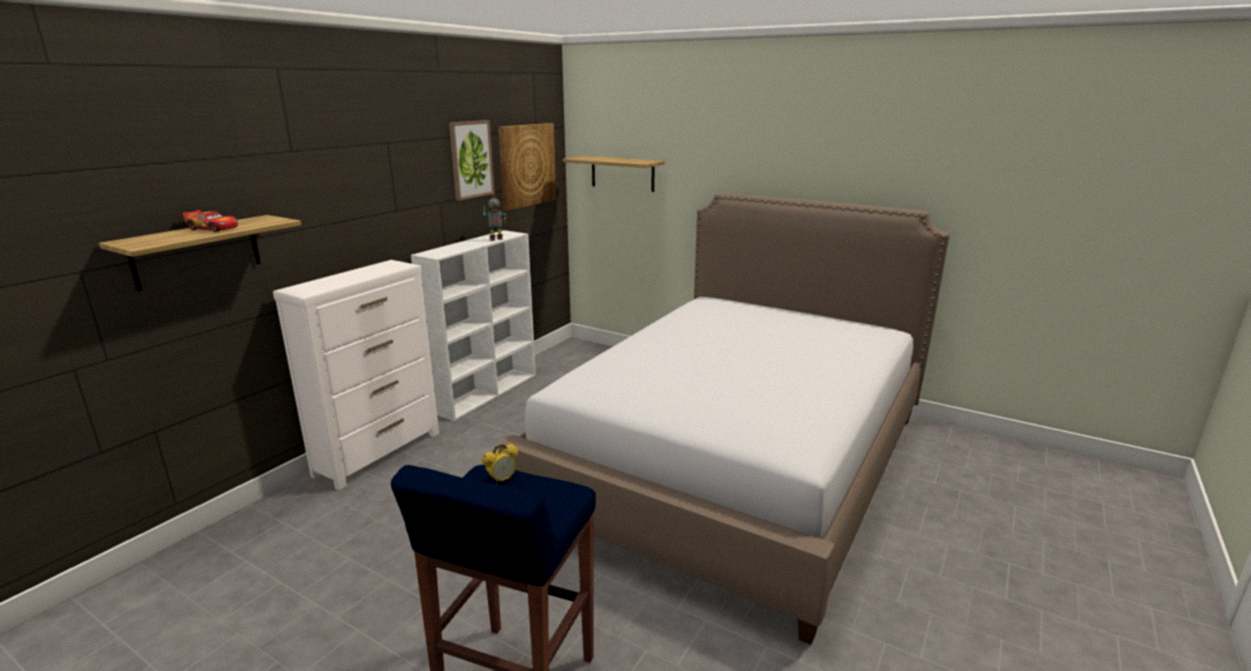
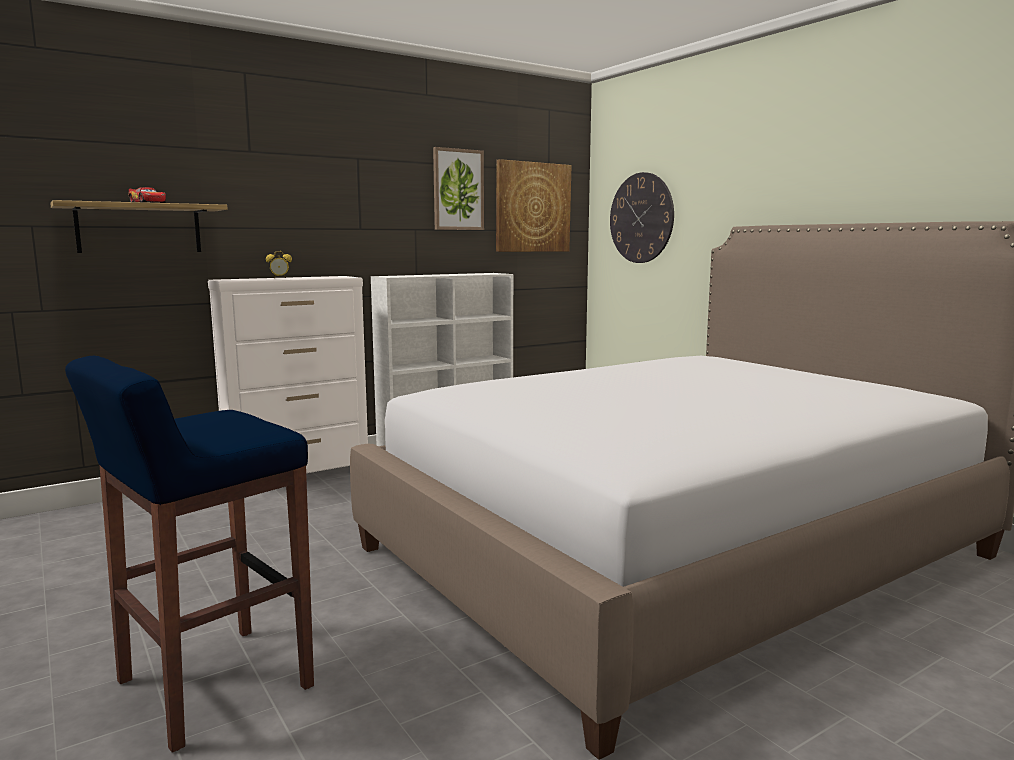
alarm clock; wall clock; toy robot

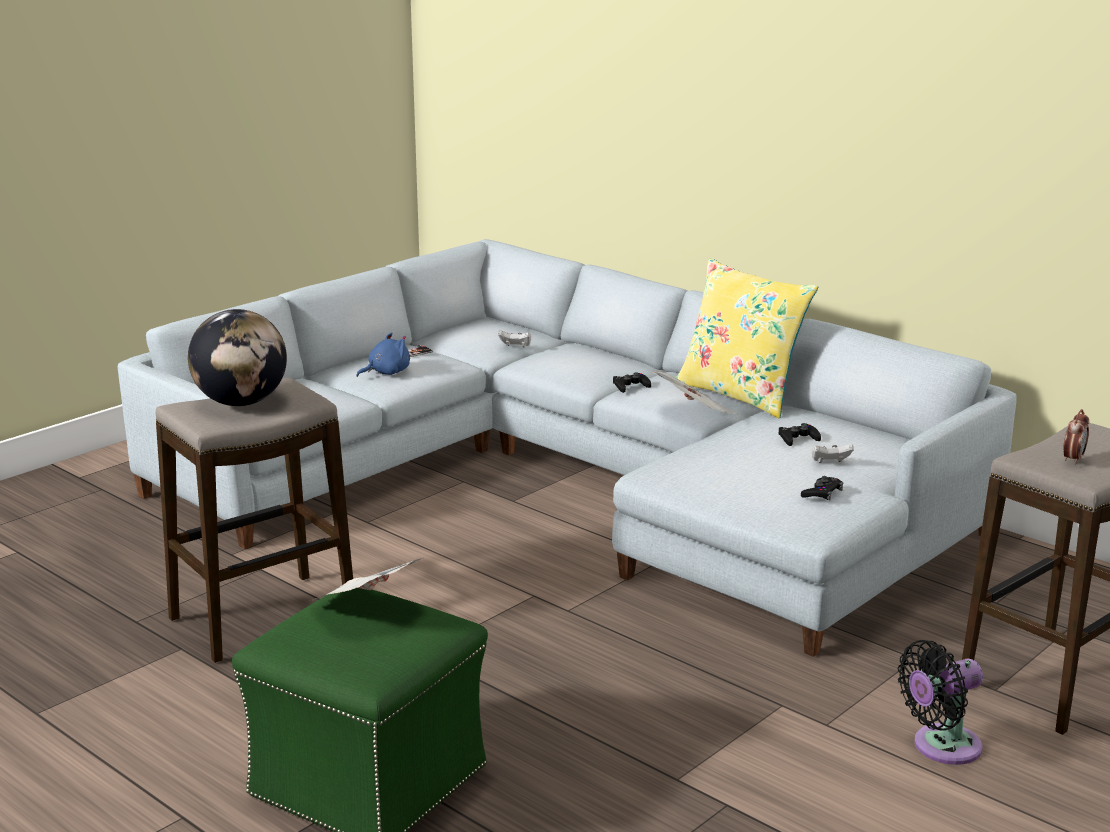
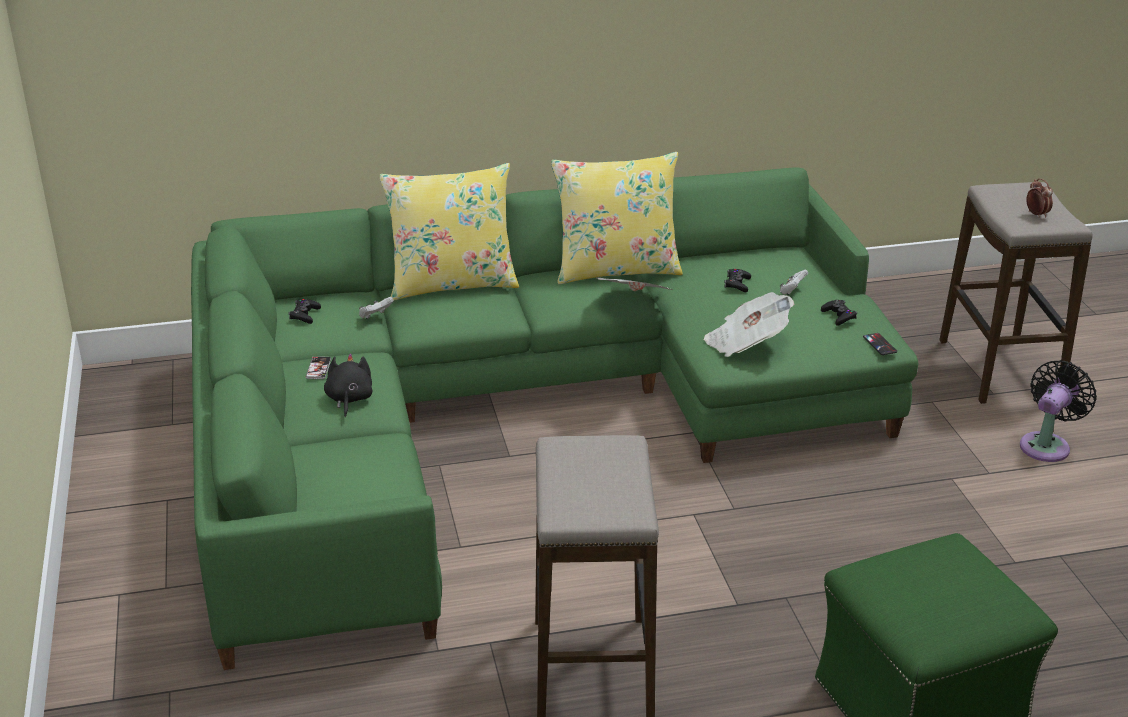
green sofa; black game controller (1st from left); black plush toy; yellow pillow (1st from left); newspaper (2nd from left); phone (2nd from left); black fan; globe

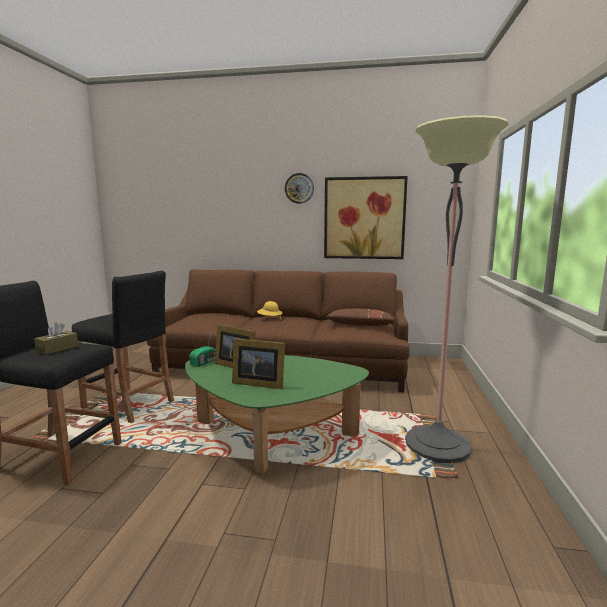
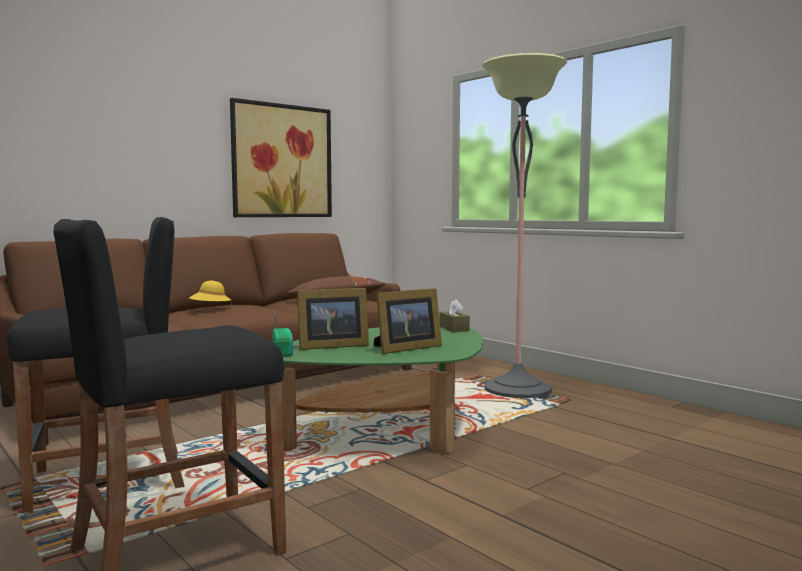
brown tissue box; wall clock

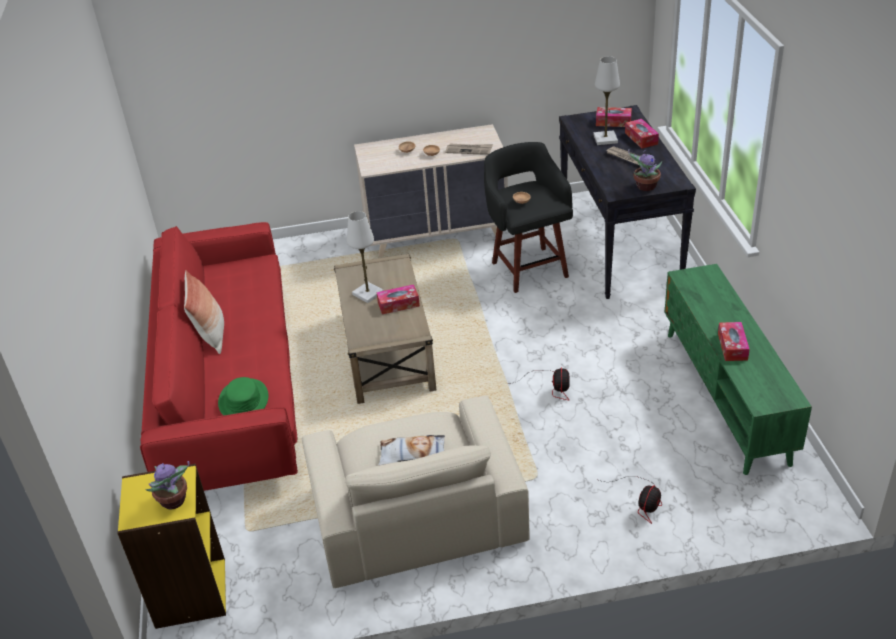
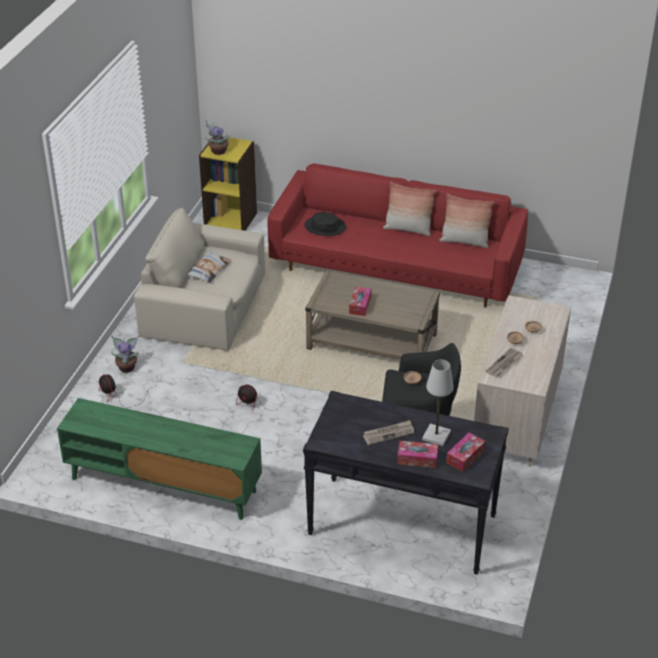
potted plant (1st from left); black hat; pillow (3rd from left); white table lamp (1st from left in the first image); tissue box (4th from left in the first image)

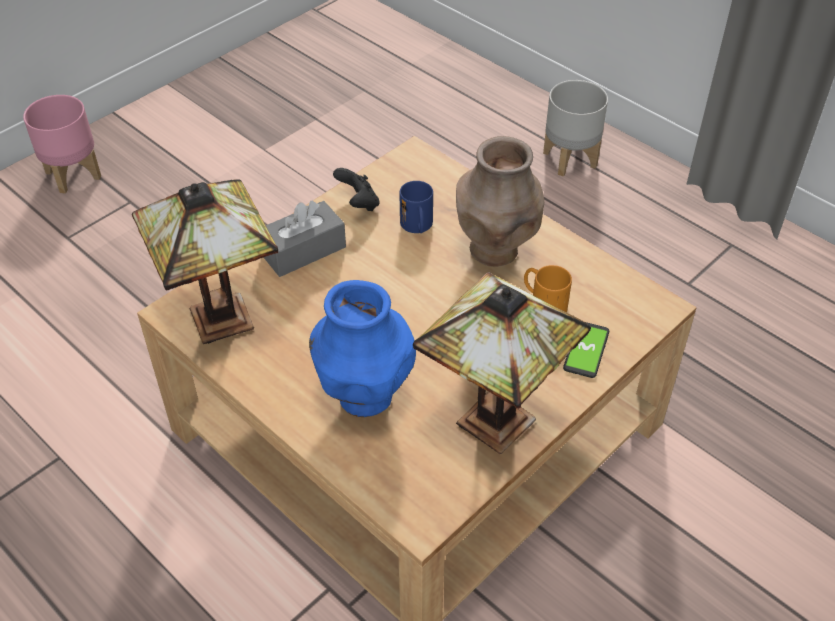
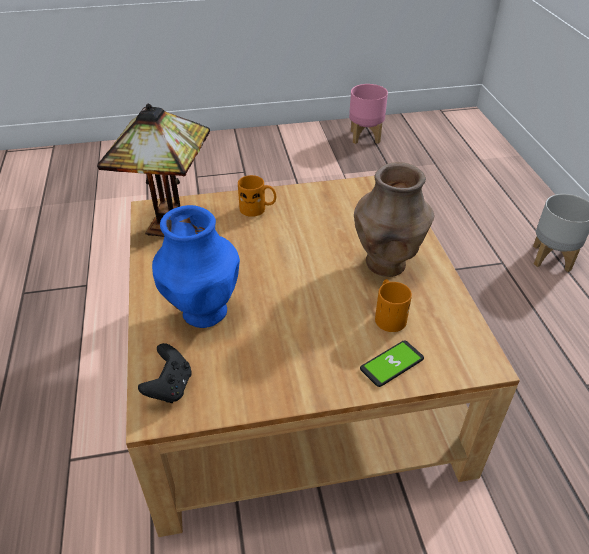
black game controller; orange mug (1st from left); pink planter; blue mug; table lamp (2nd from left in the first image)

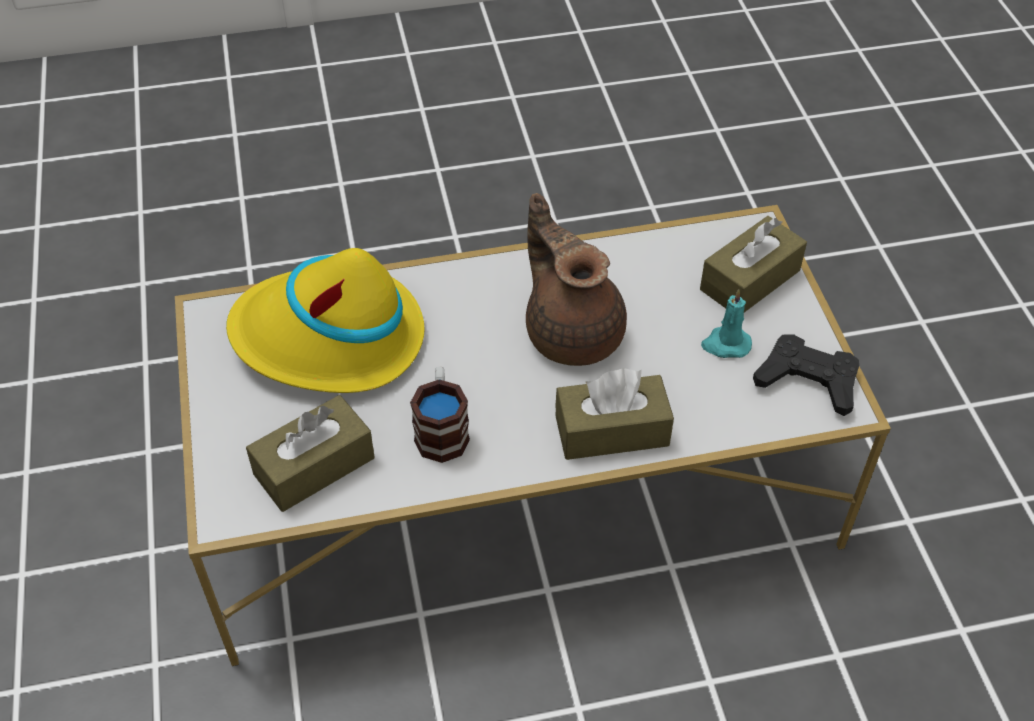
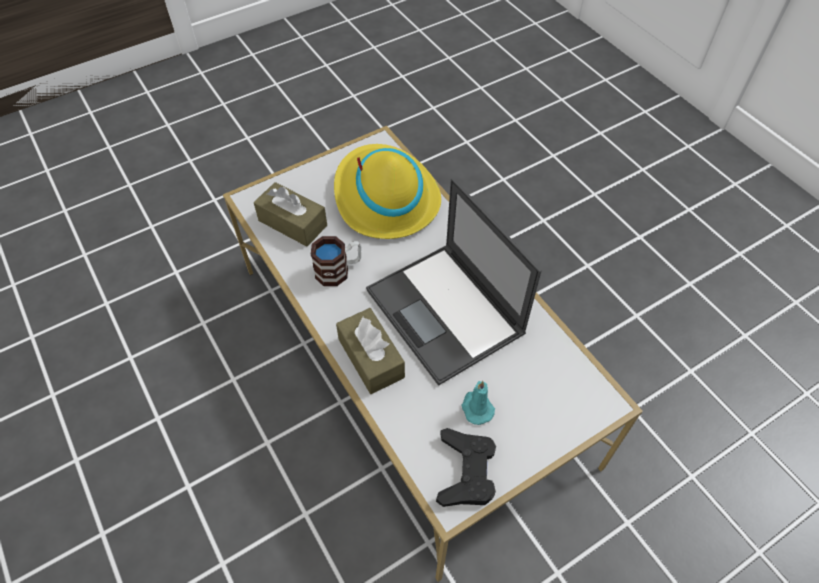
laptop; brown tissue box (3rd from left in the first image)

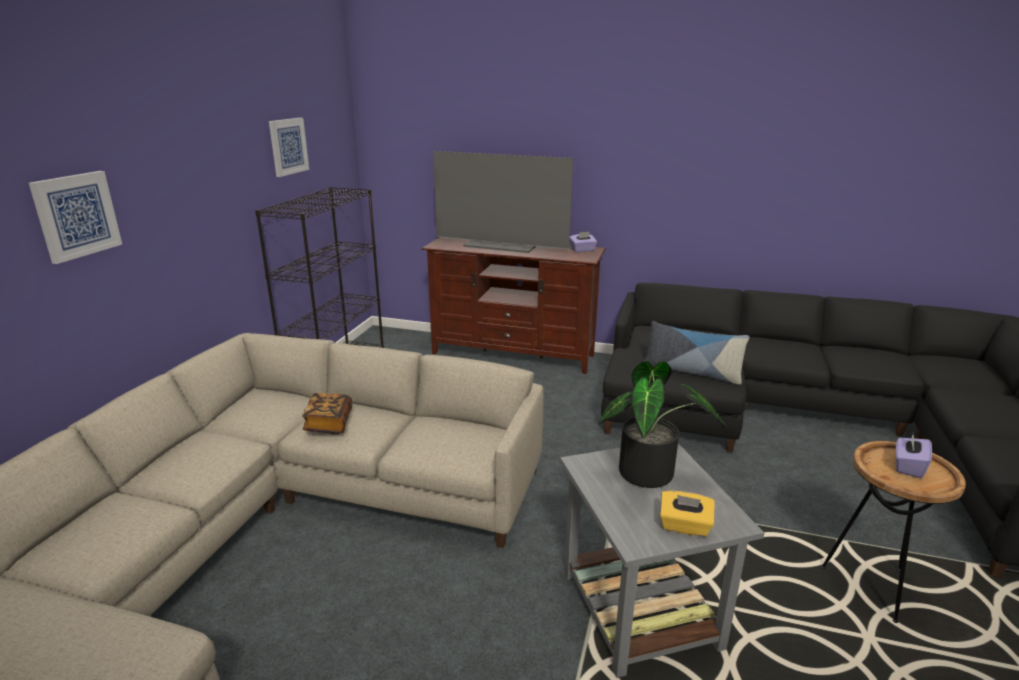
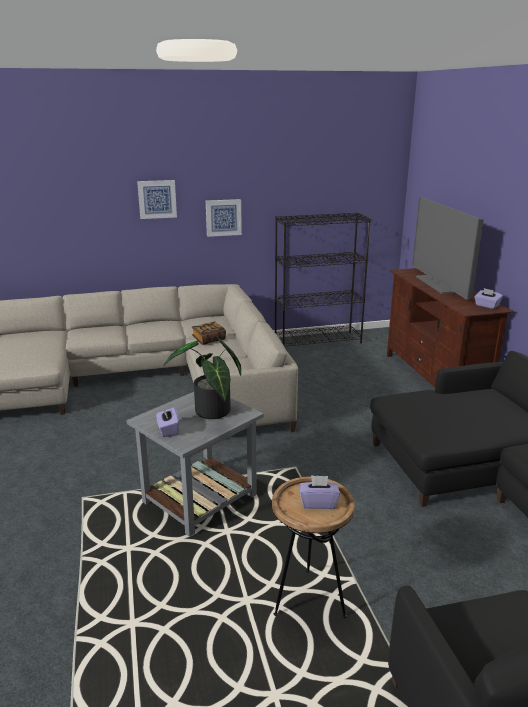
purple tissue box (1st from left); picture (2nd from left); pillow

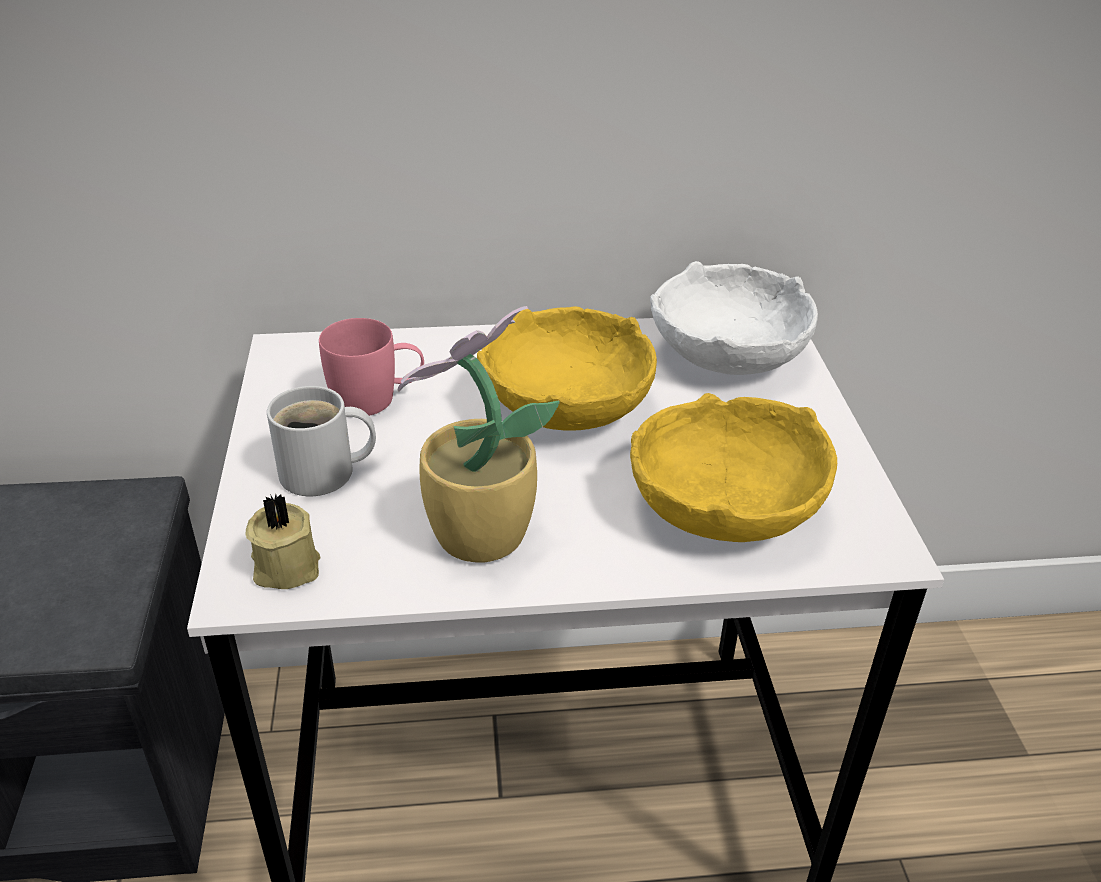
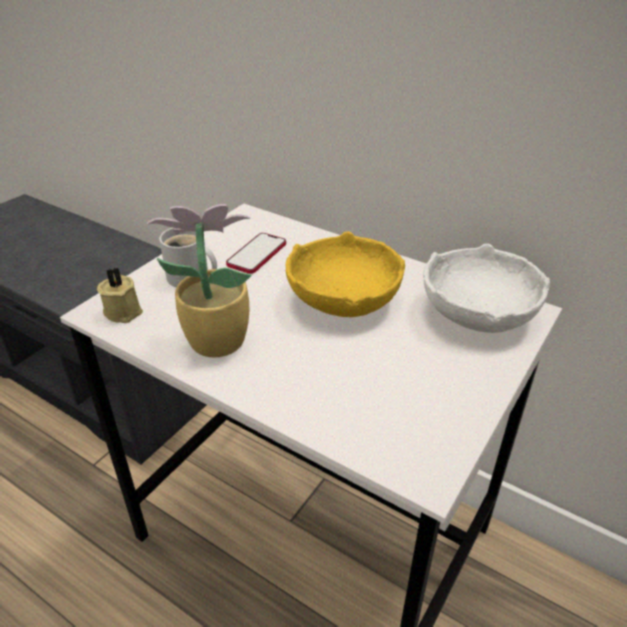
phone; yellow bowl (2nd from left in the first image)

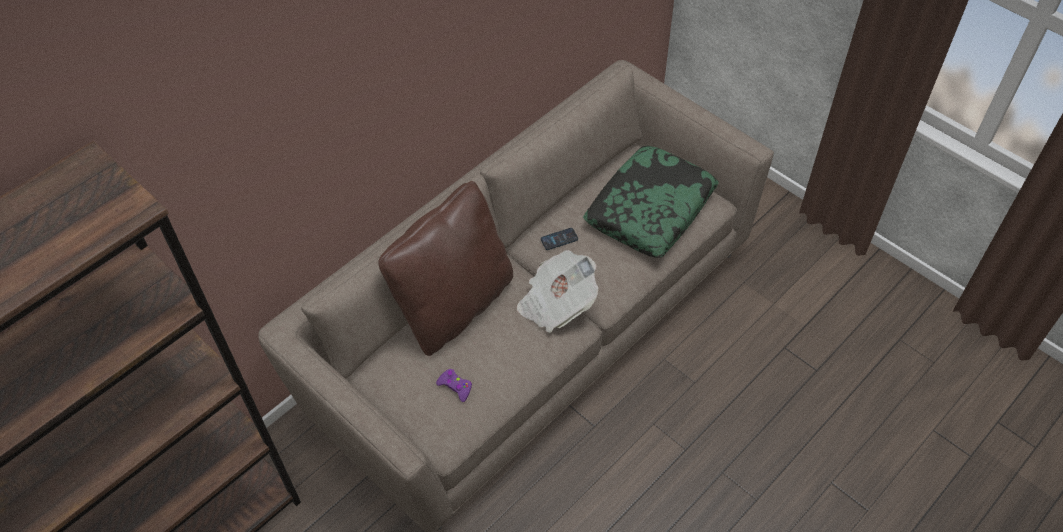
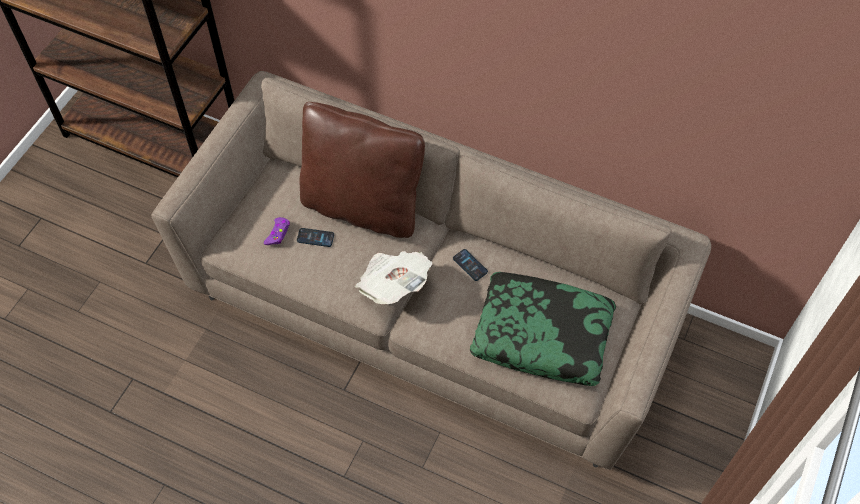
phone (1st from left)

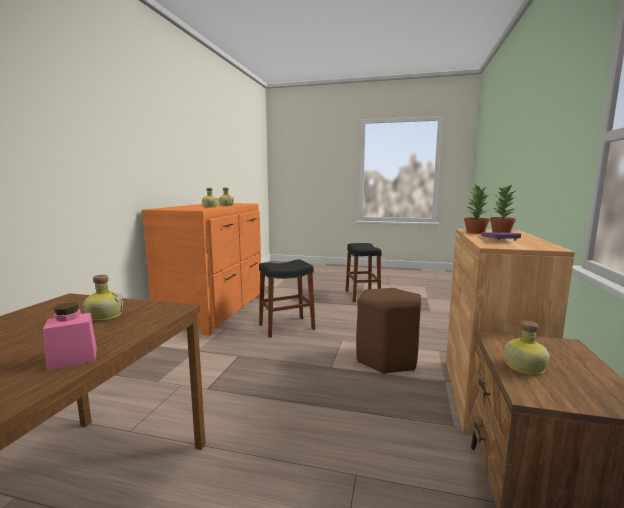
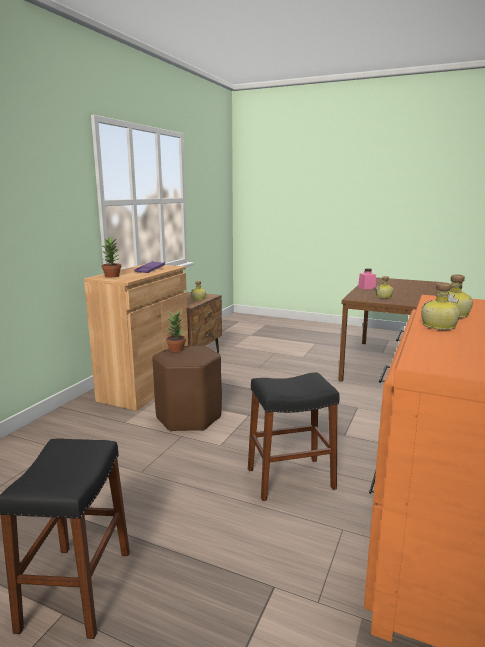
potted plant (2nd from left)

